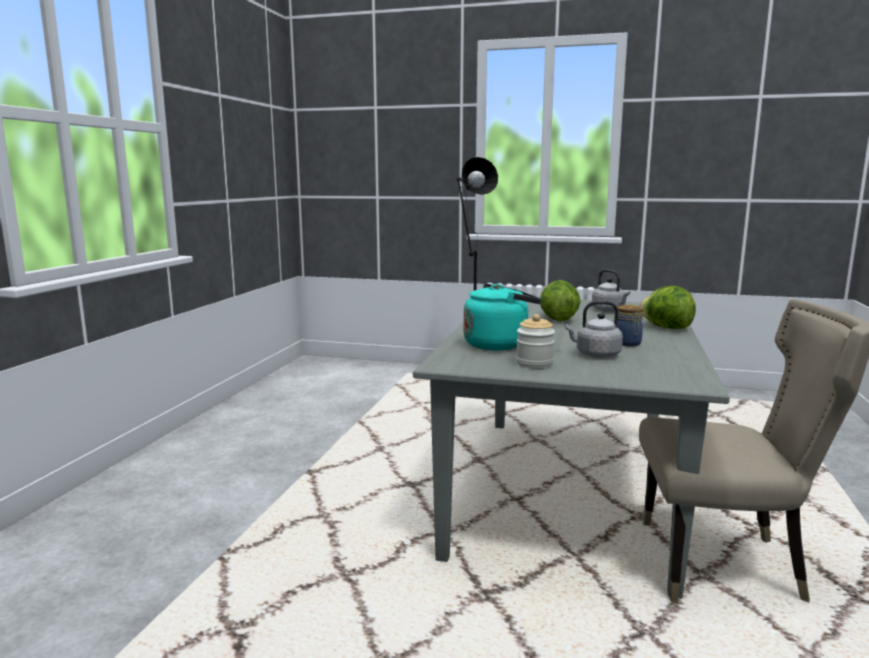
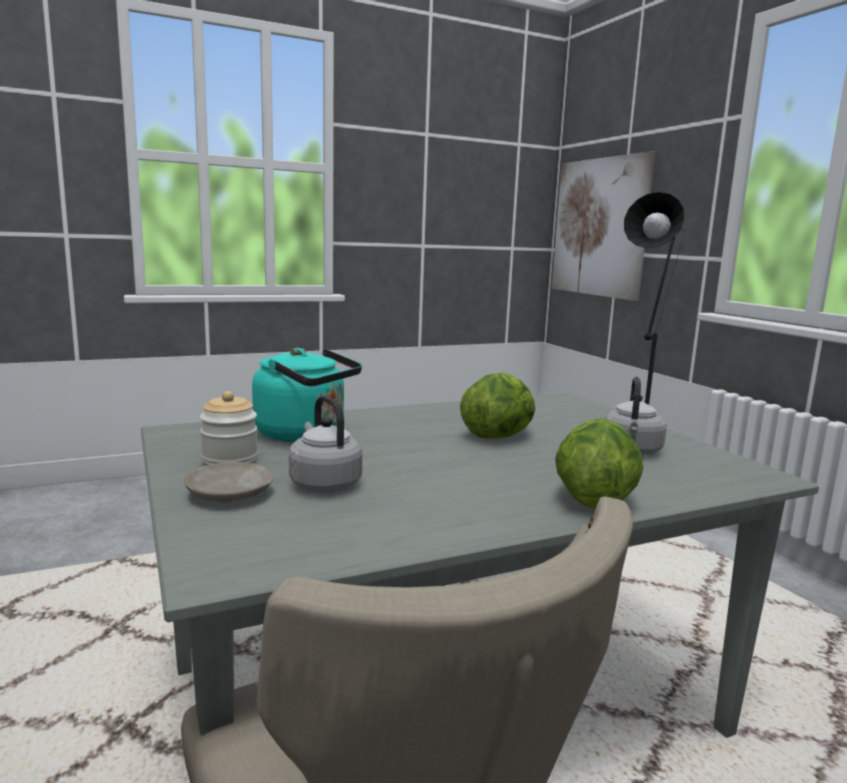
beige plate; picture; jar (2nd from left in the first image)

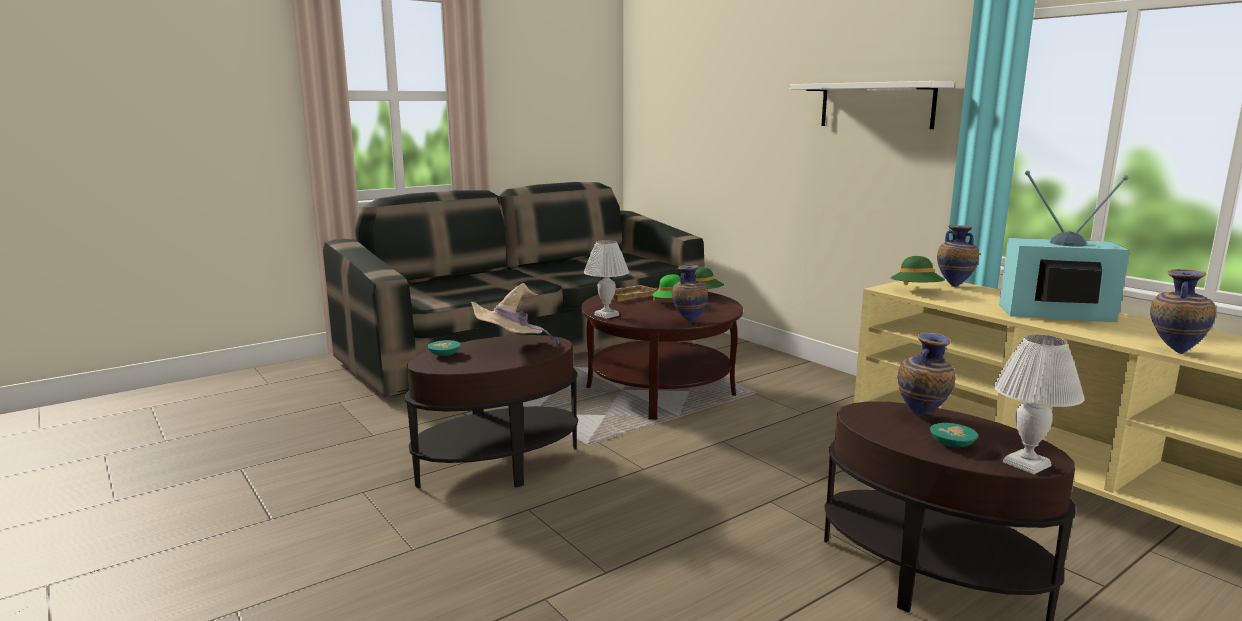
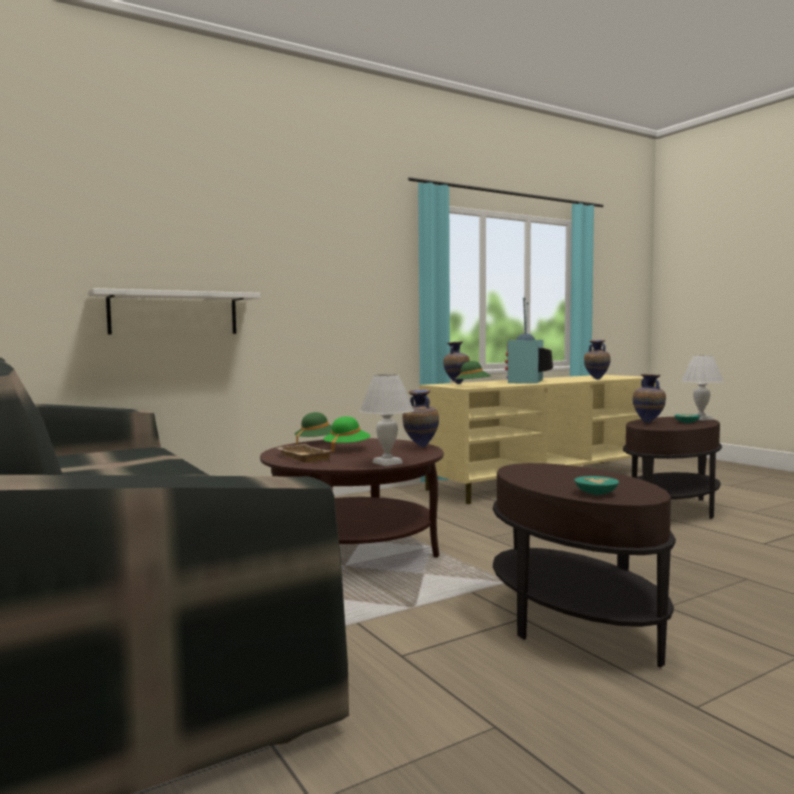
white shelf; beige hat

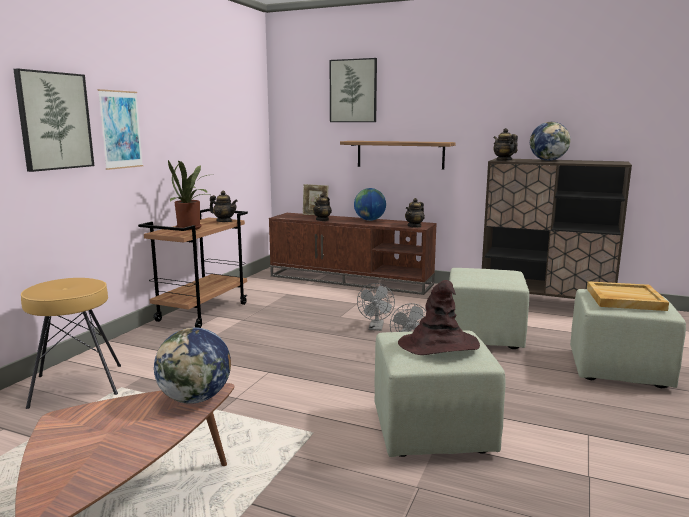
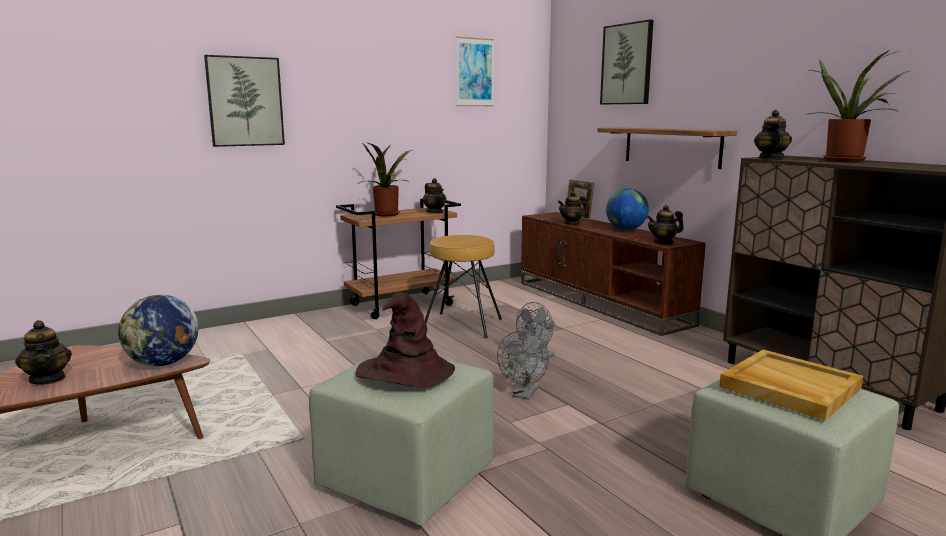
teapot (1st from left); brown stool; picture (2nd from left); potted plant (2nd from left); green ottoman (2nd from left in the first image)

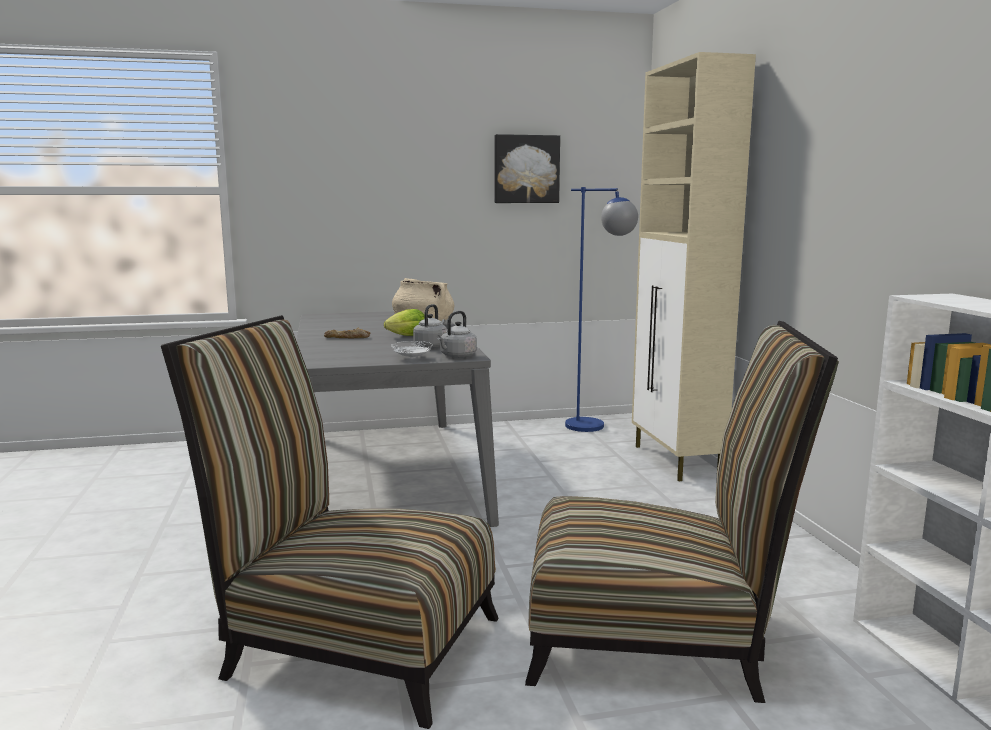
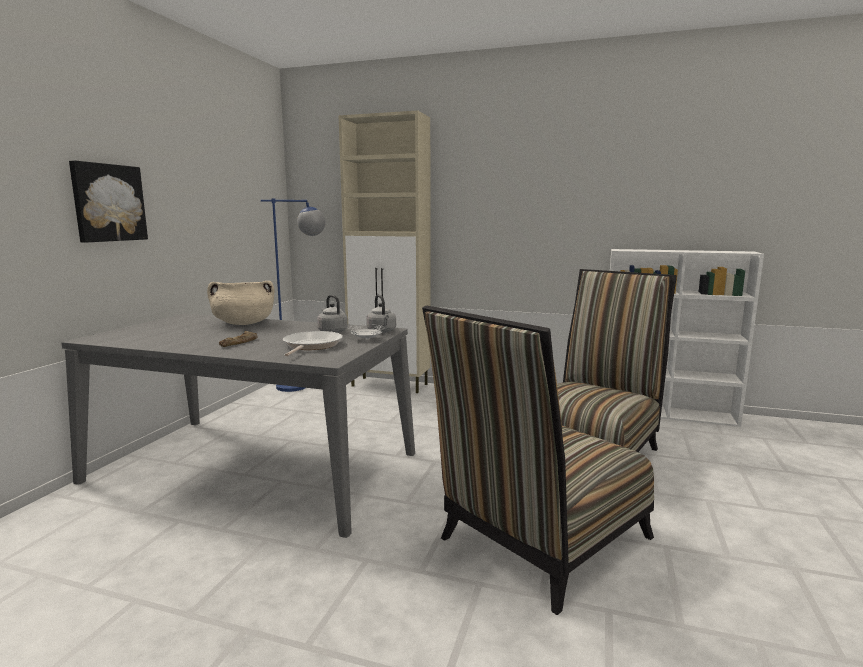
picture; frying pan; lettuce

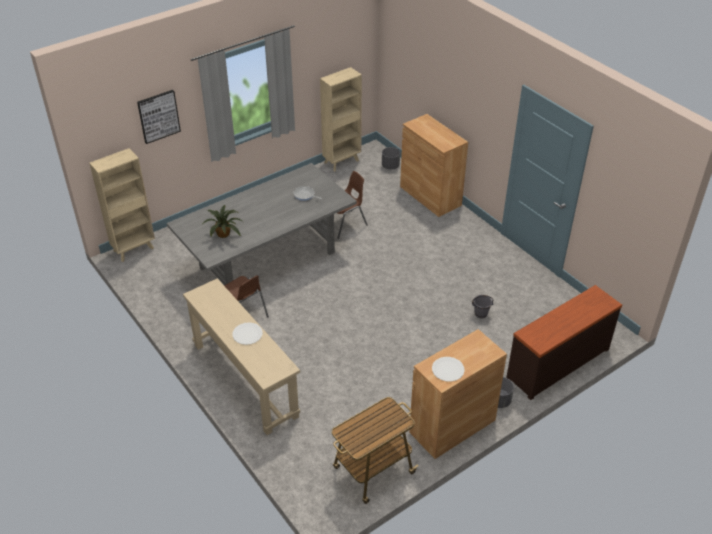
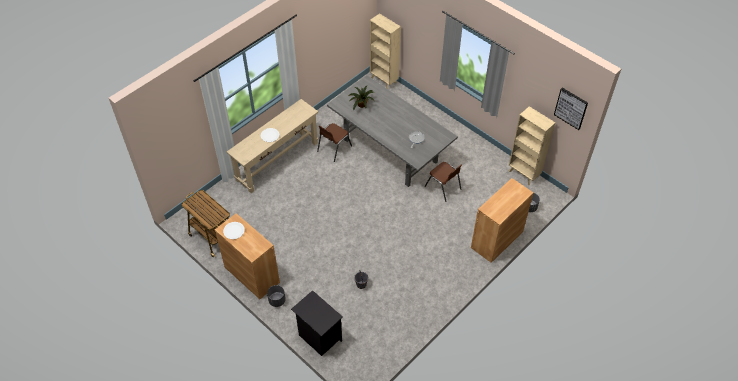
black nightstand; picture

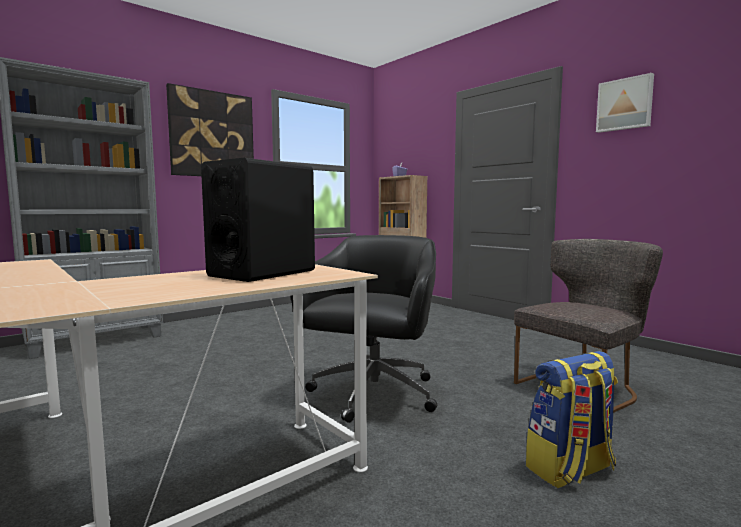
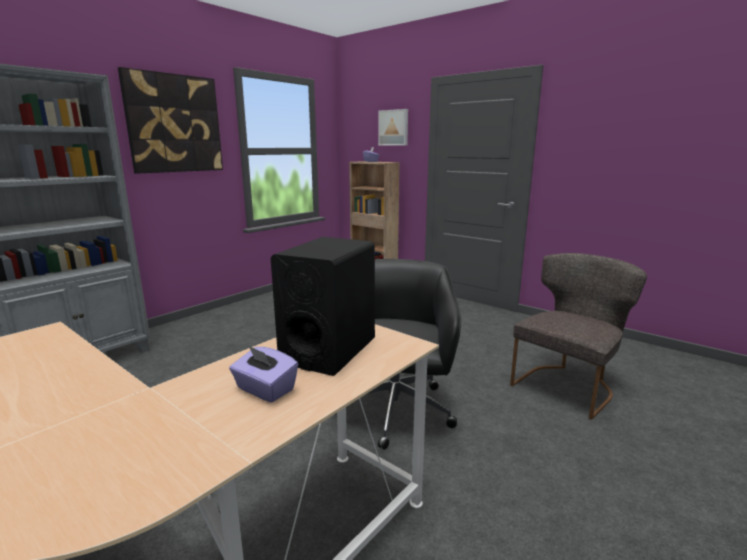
purple tissue box (1st from left); picture (2nd from left); backpack

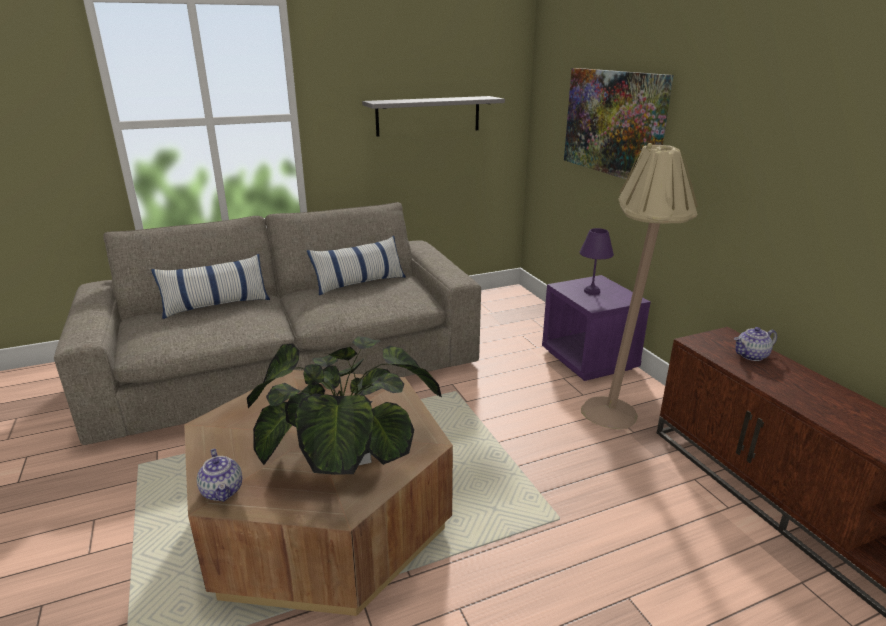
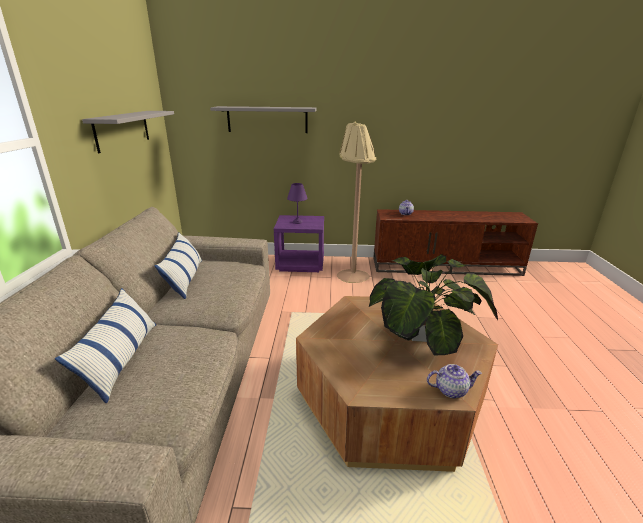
grey shelf (2nd from left)

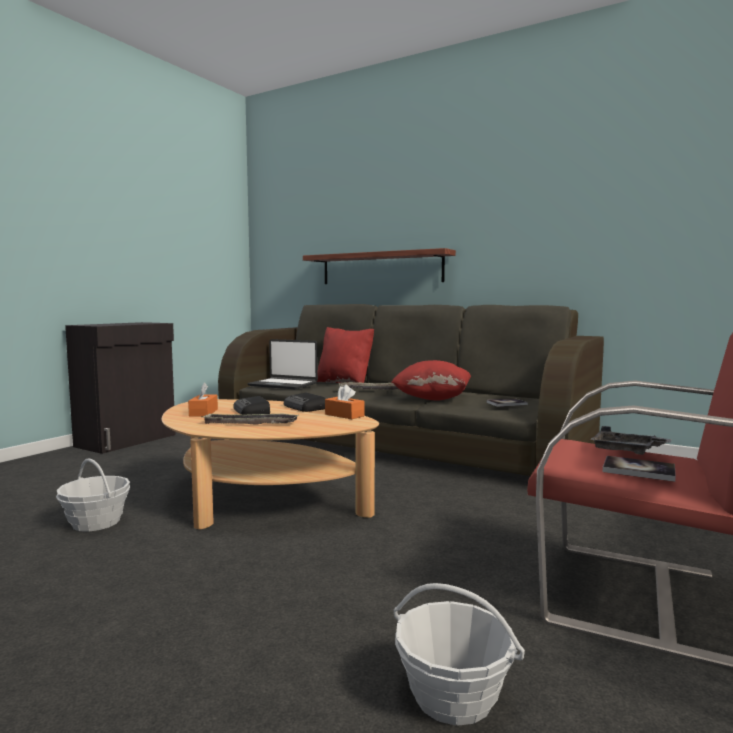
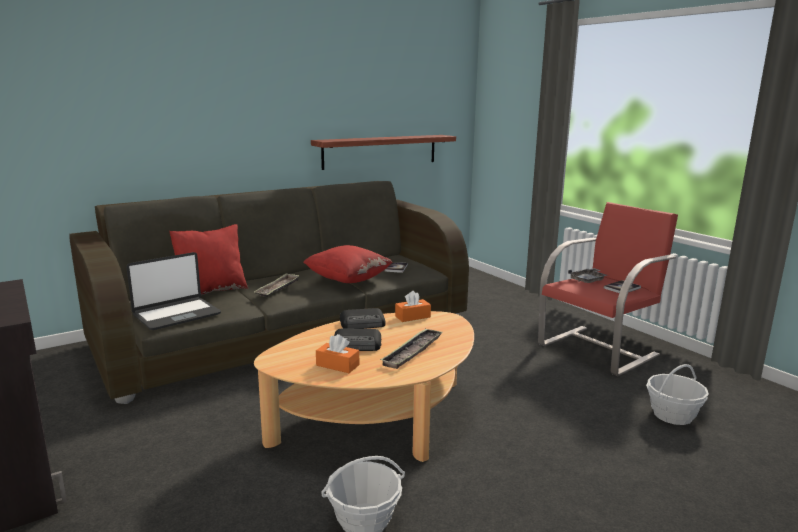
shelf

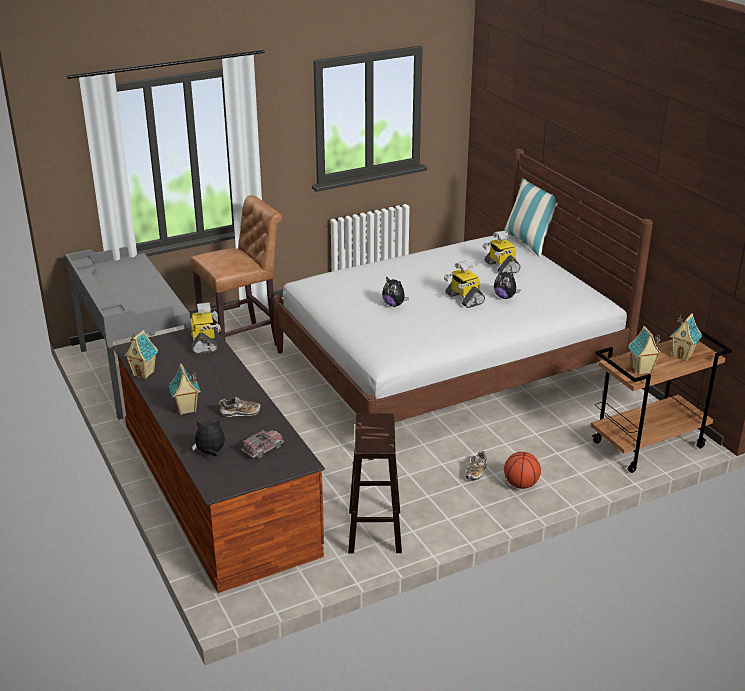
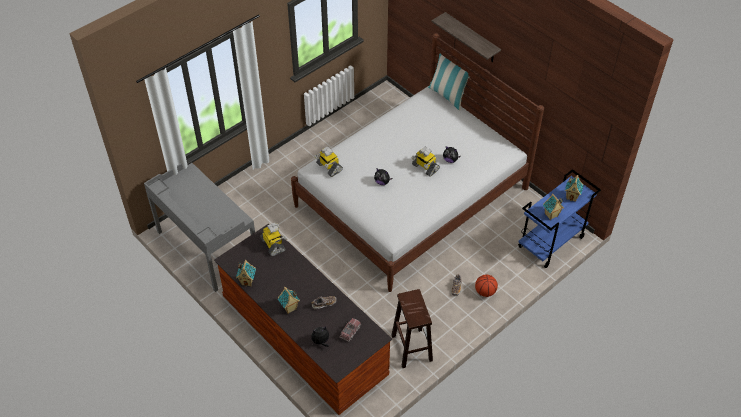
toy robot (2nd from left); shelf; blue cart; brown stool (1st from left in the first image)

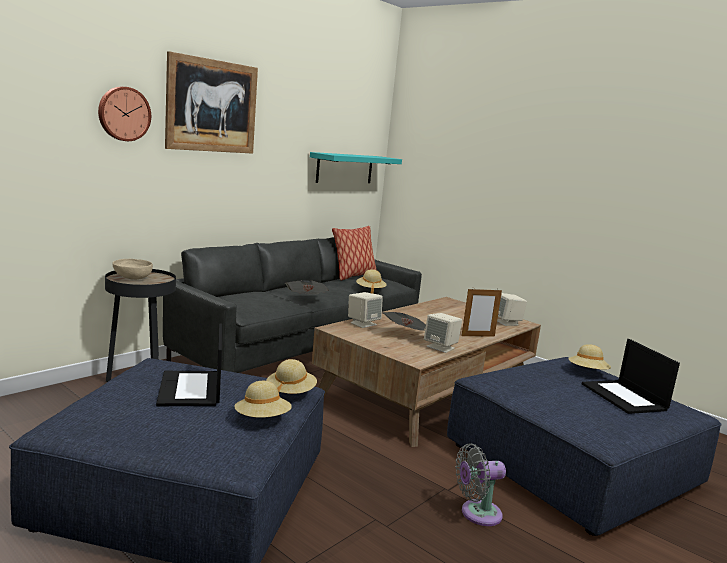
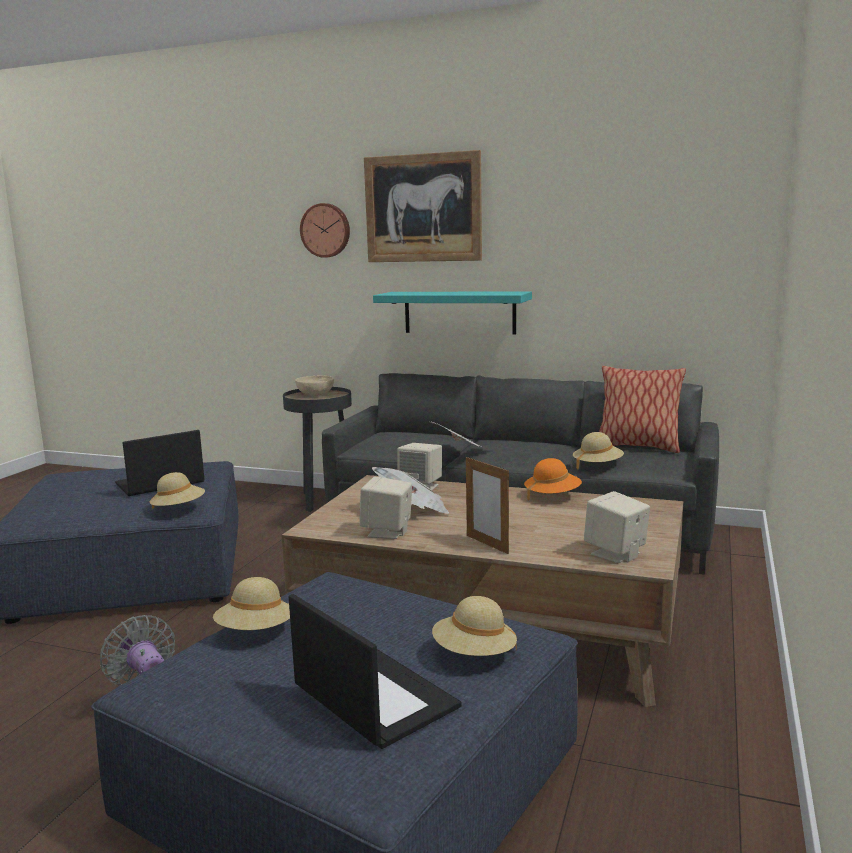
beige hat (2nd from left); laptop (2nd from left); turquoise shelf; orange hat

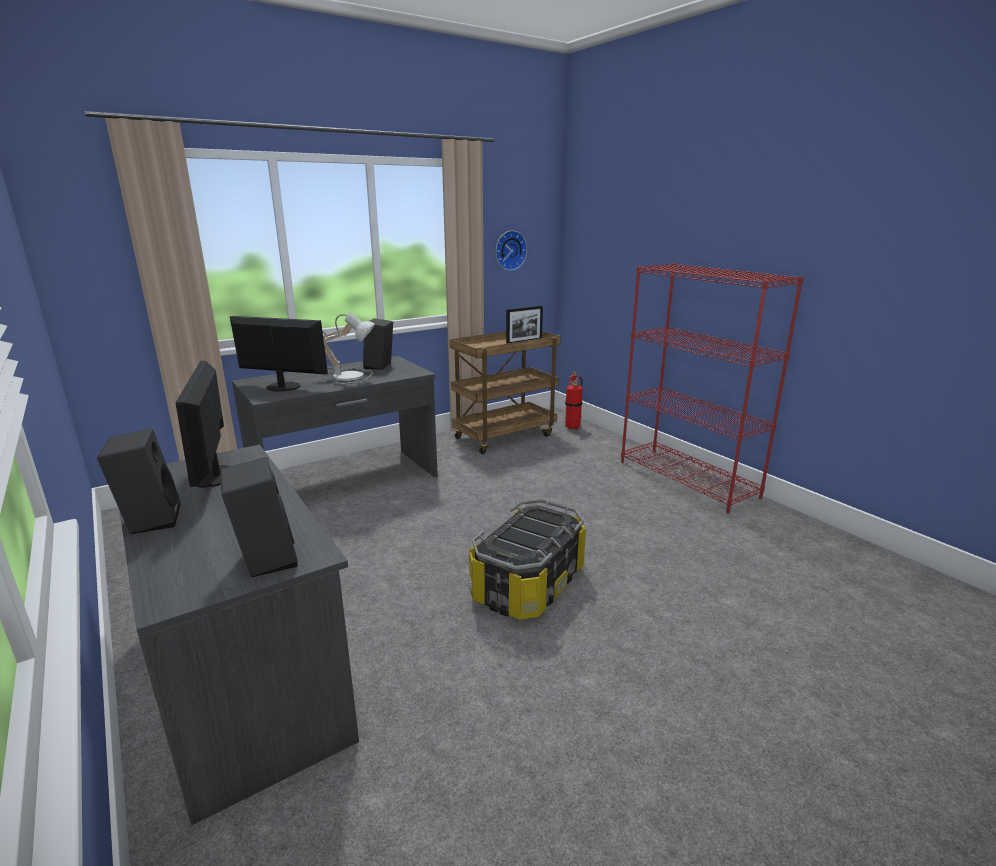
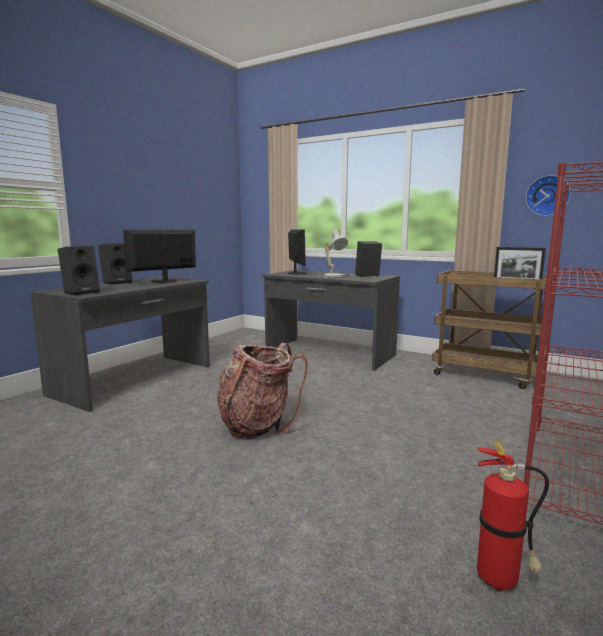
backpack; fire extinguisher

